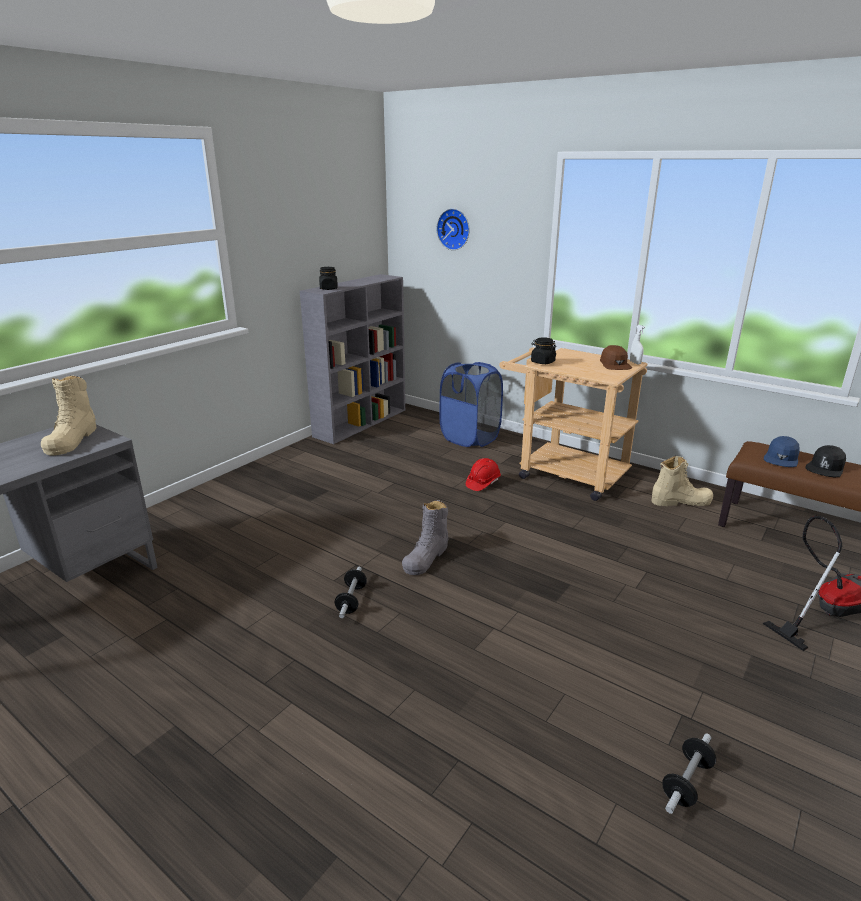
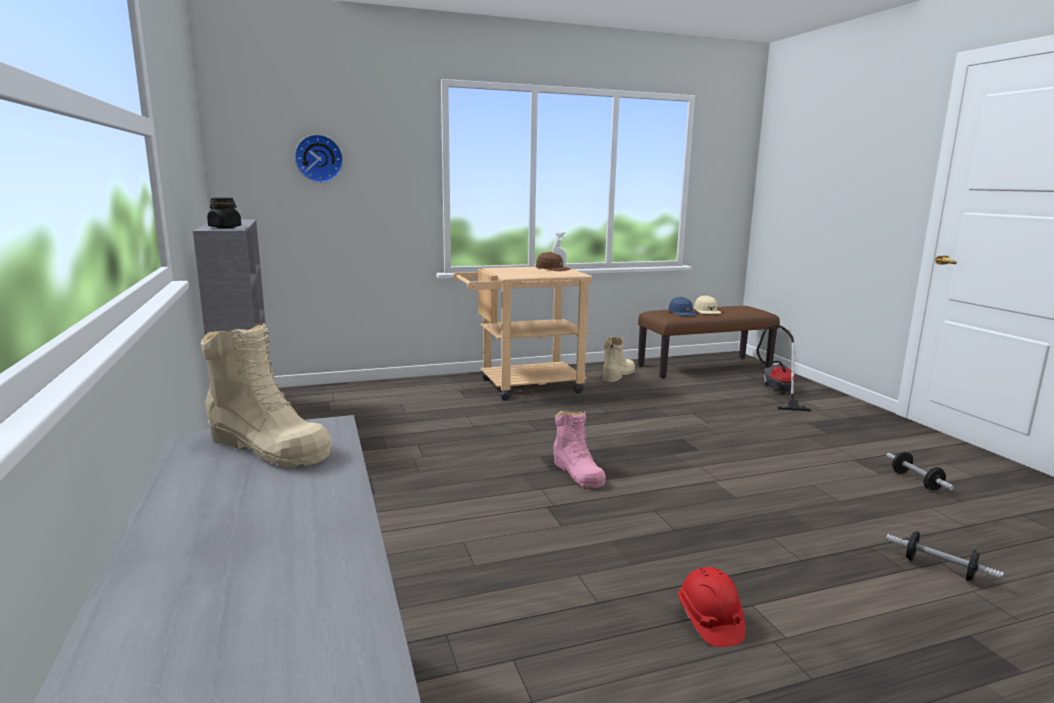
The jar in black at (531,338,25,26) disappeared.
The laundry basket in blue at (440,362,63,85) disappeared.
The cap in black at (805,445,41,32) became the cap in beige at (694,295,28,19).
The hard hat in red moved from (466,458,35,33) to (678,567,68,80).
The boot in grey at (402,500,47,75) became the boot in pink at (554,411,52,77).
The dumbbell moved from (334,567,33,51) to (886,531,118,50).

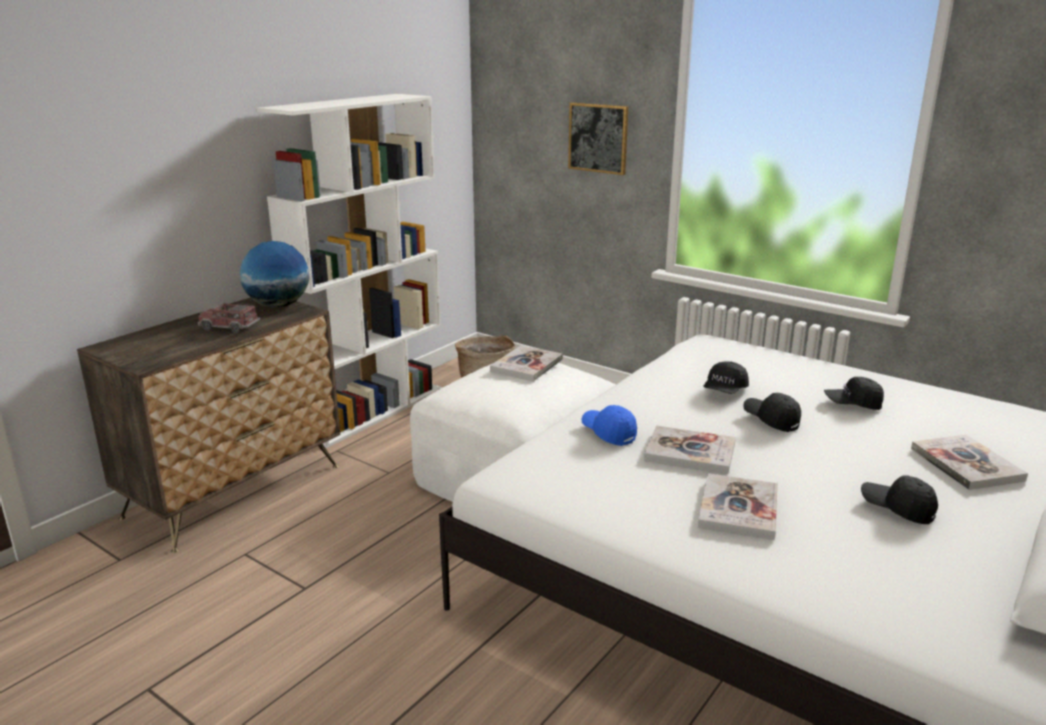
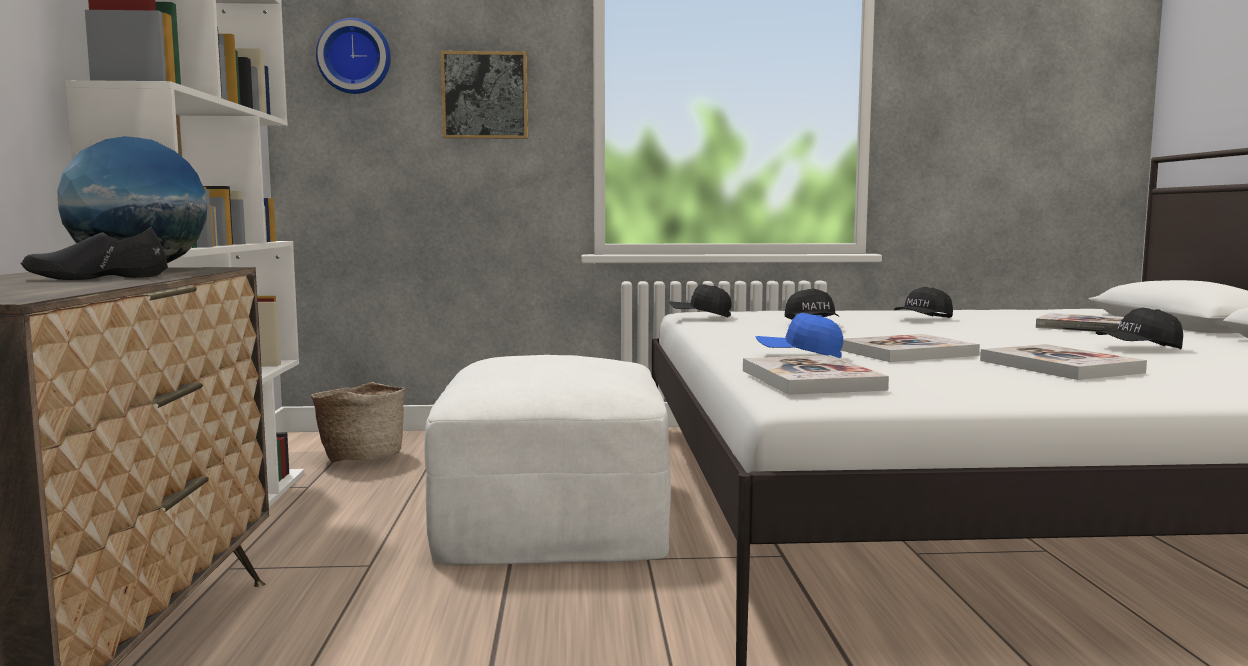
The toy truck at (198,302,62,31) was replaced by the shoe in black at (21,227,147,53).
The book moved from (490,345,73,36) to (743,355,146,40).
The cap in black moved from (743,393,58,39) to (669,284,63,33).
The wall clock at (316,18,75,76) appeared.

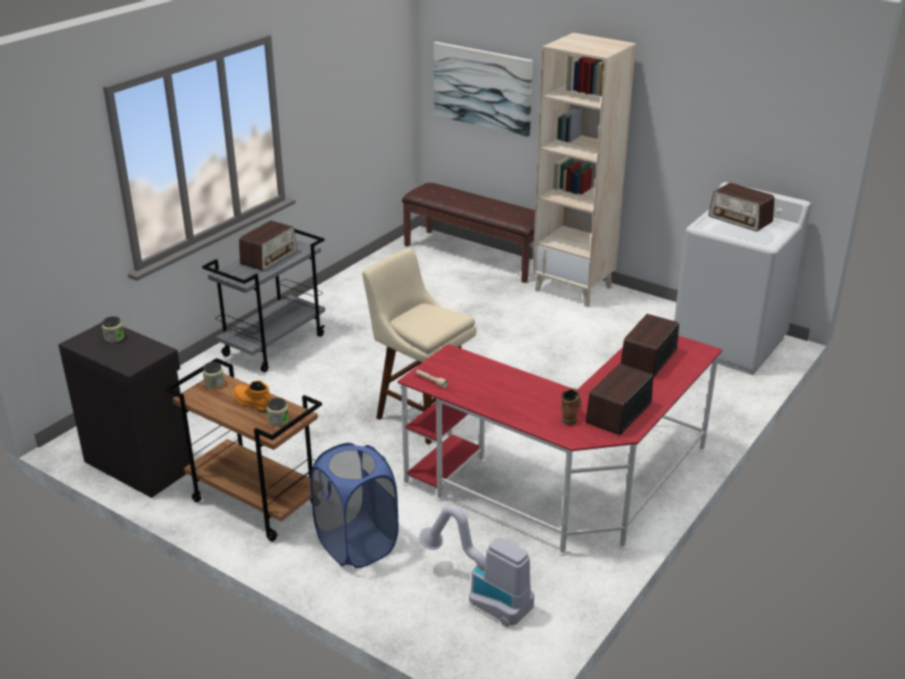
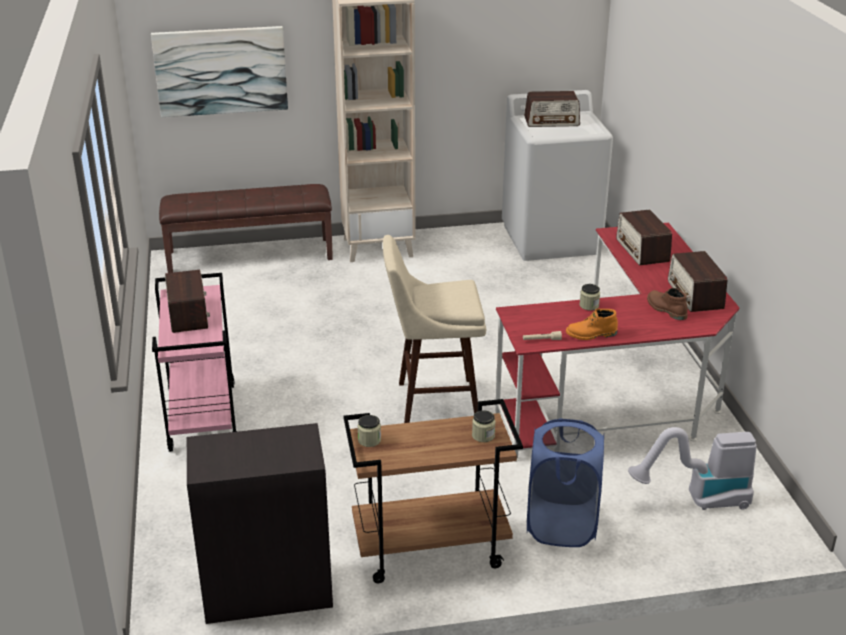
The cart in grey at (202,229,123,143) became the cart in pink at (152,273,85,179).
The jar moved from (102,316,22,27) to (579,284,21,26).
The boot in orange moved from (233,381,39,32) to (566,309,52,31).

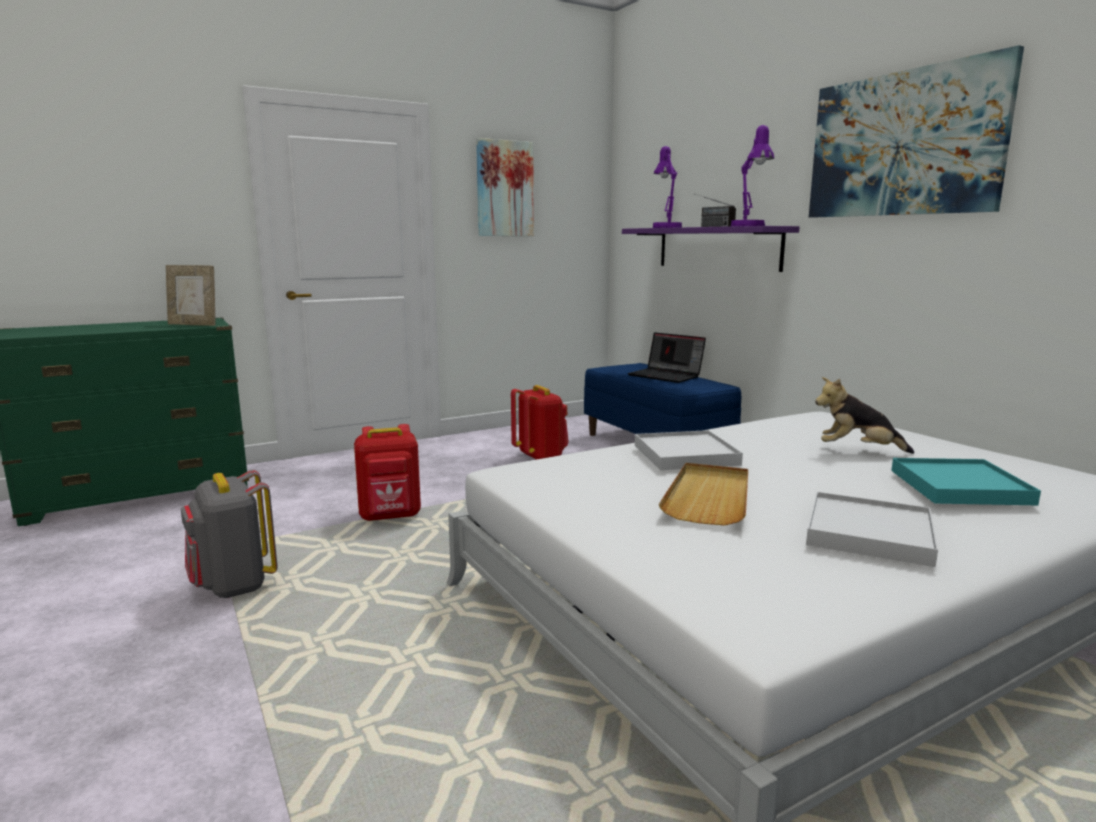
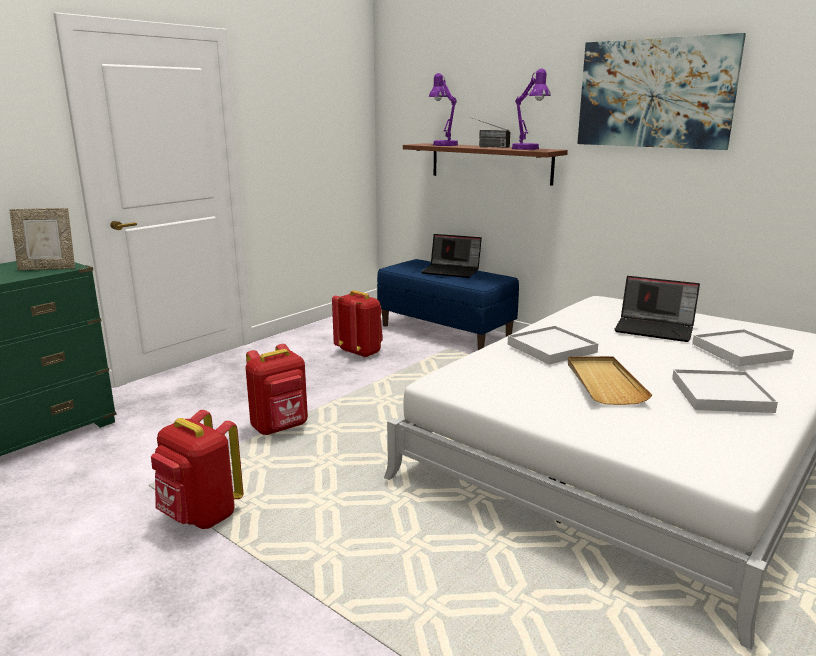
The picture at (476,138,58,98) disappeared.
The shelf in purple at (622,226,177,46) became the shelf in brown at (403,143,165,43).
The plush toy at (815,377,99,77) was replaced by the laptop at (614,276,86,66).
The tray in turquoise at (891,458,150,47) became the tray in white at (692,329,102,38).
The backpack in grey at (181,470,97,128) became the backpack in red at (151,410,92,119).

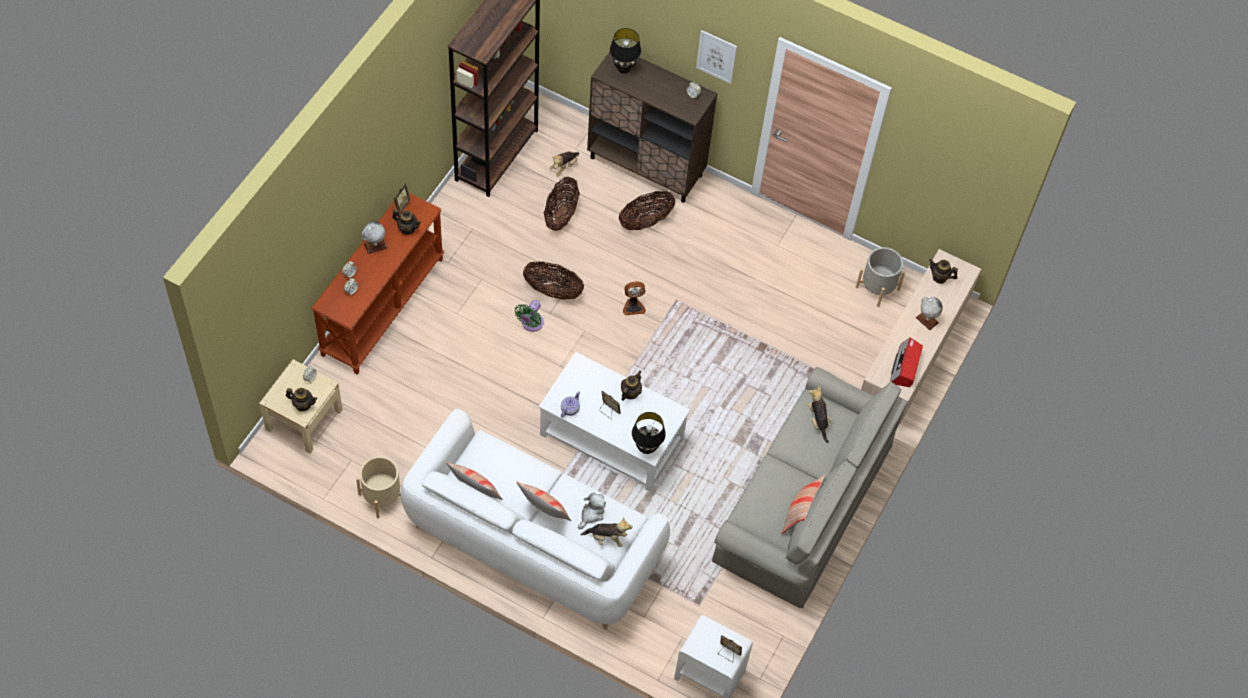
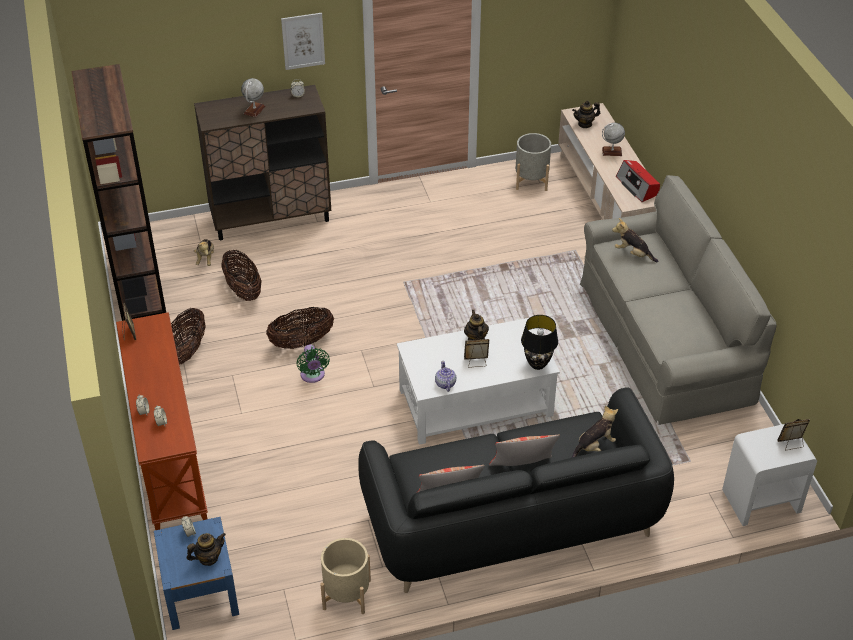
The table lamp in black at (610,28,31,45) disappeared.
The basket moved from (619,191,56,39) to (171,308,35,57).
The teapot at (392,209,29,25) disappeared.
The globe moved from (362,221,25,33) to (241,78,24,39).
The fan at (623,281,23,34) disappeared.
The nightstand in beige at (259,359,84,95) became the nightstand in blue at (154,517,85,113).
The sofa in white at (401,409,269,220) became the sofa in black at (358,387,316,206).
The pillow at (781,474,45,60) disappeared.
The plush toy at (578,492,28,37) disappeared.

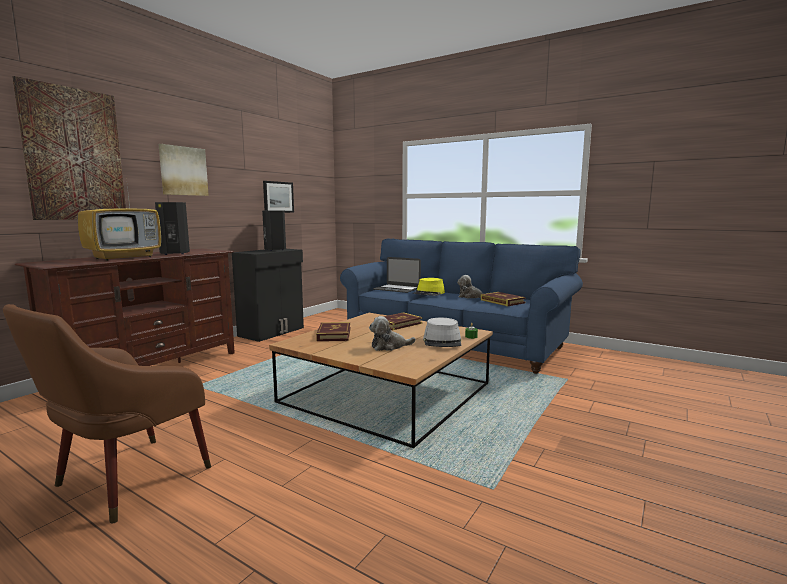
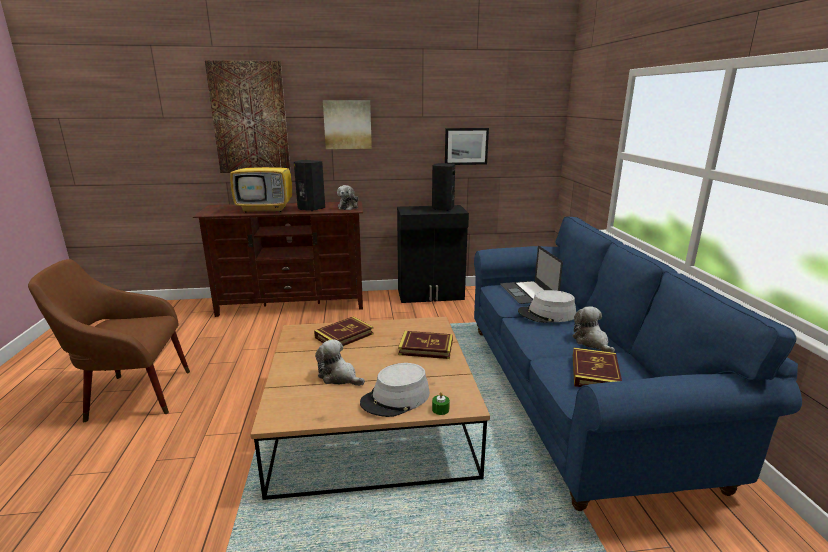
The hat in yellow at (413,278,32,18) became the hat in grey at (518,290,58,33).
The plush toy at (337,185,21,25) appeared.

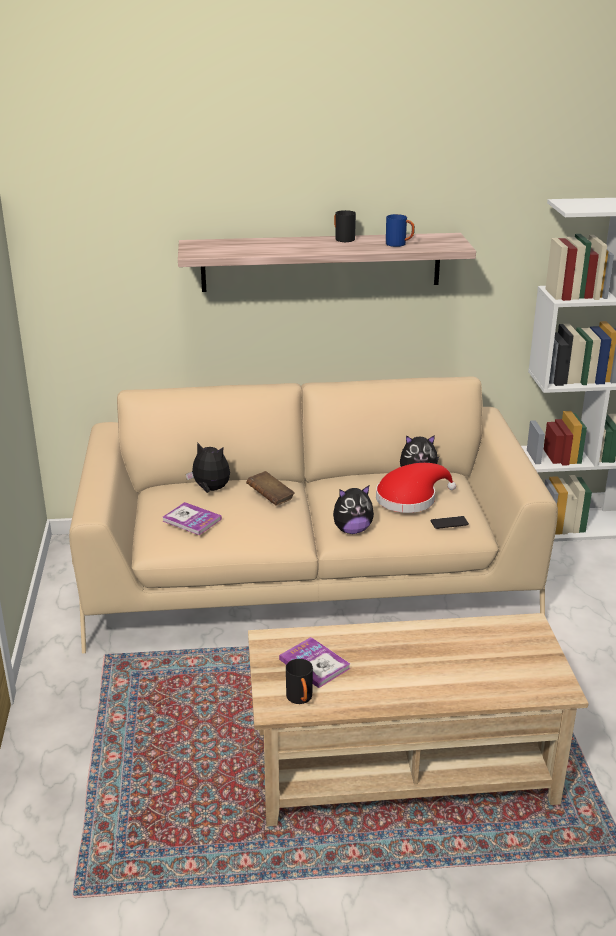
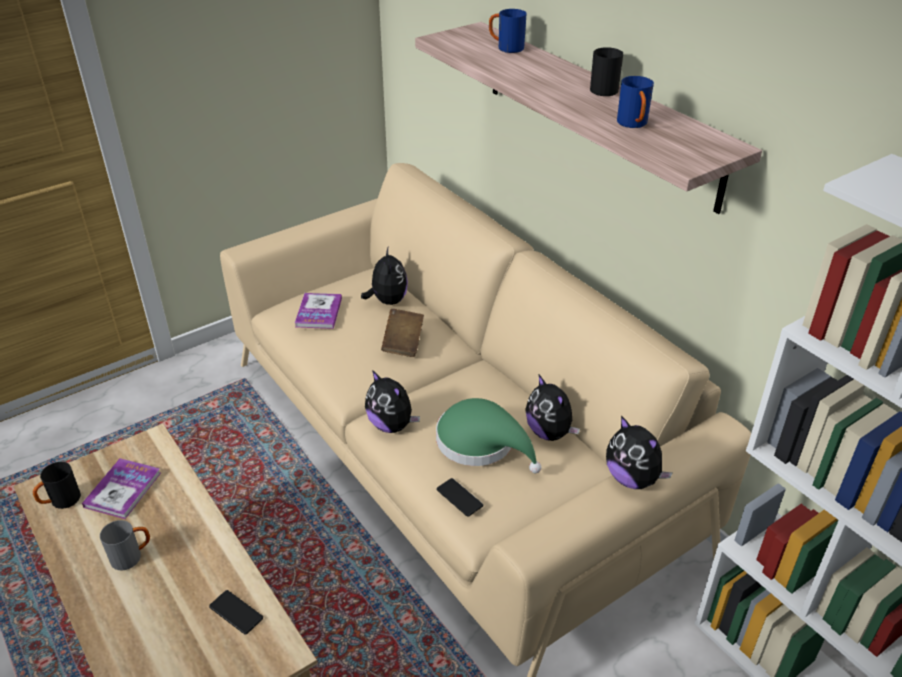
The hat in red at (376,463,80,50) became the hat in green at (436,398,105,75).
The mug in blue at (489,9,38,44) appeared.
The plush toy at (606,416,67,73) appeared.
The mug in grey at (100,520,50,50) appeared.
The phone at (209,590,54,45) appeared.

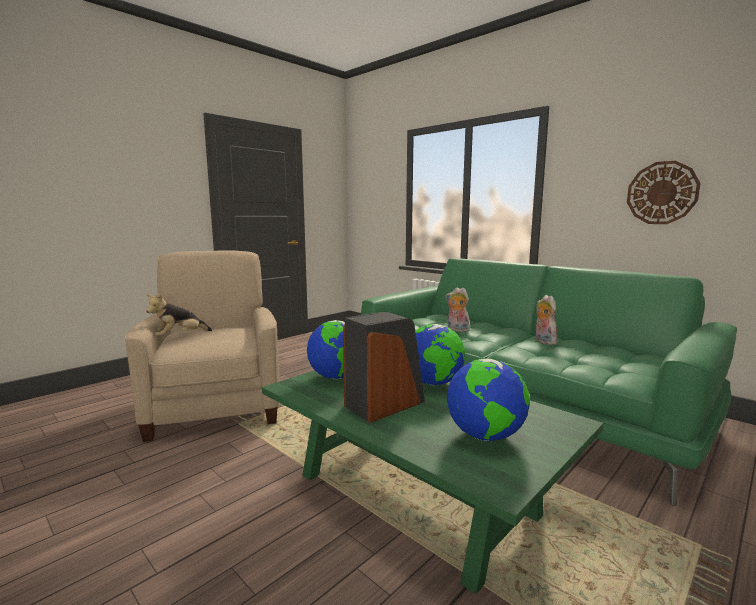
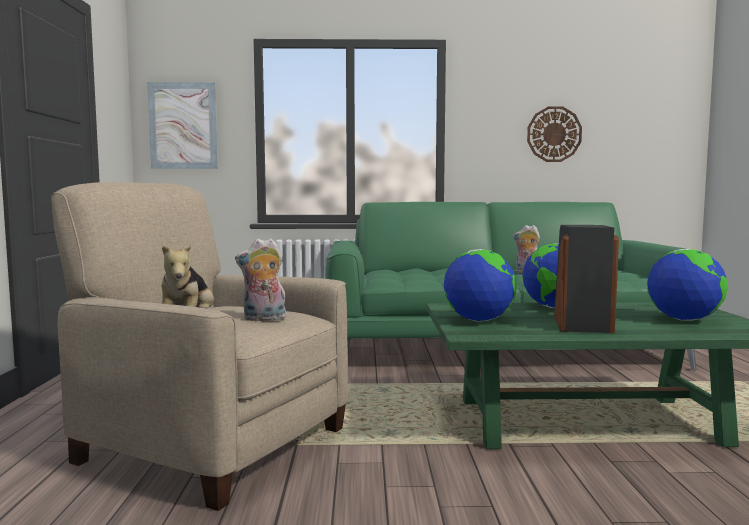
The plush toy moved from (445,287,26,45) to (235,238,51,83).
The picture at (147,82,71,87) appeared.

